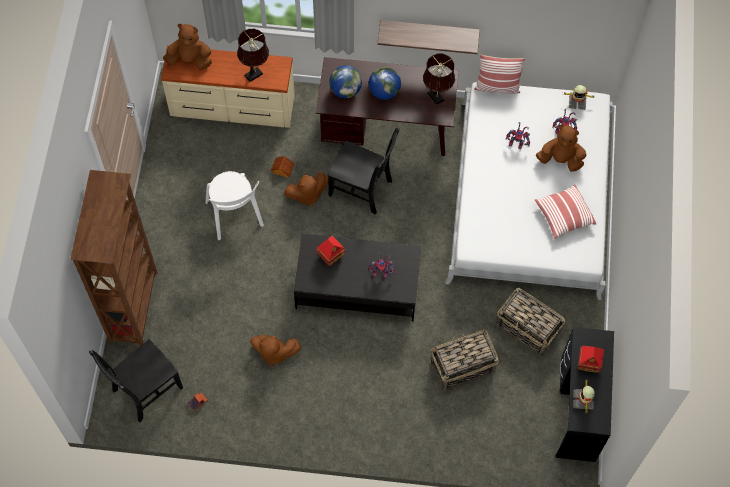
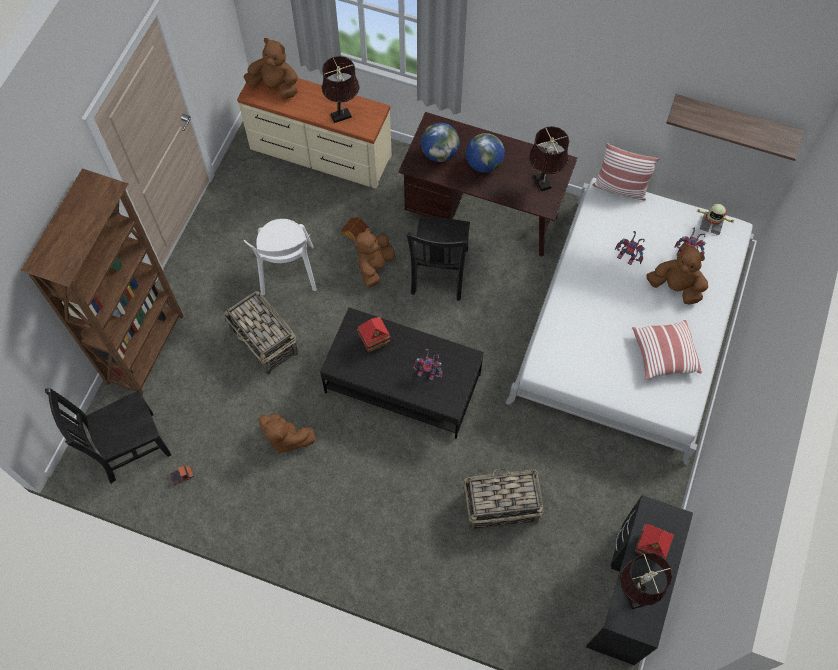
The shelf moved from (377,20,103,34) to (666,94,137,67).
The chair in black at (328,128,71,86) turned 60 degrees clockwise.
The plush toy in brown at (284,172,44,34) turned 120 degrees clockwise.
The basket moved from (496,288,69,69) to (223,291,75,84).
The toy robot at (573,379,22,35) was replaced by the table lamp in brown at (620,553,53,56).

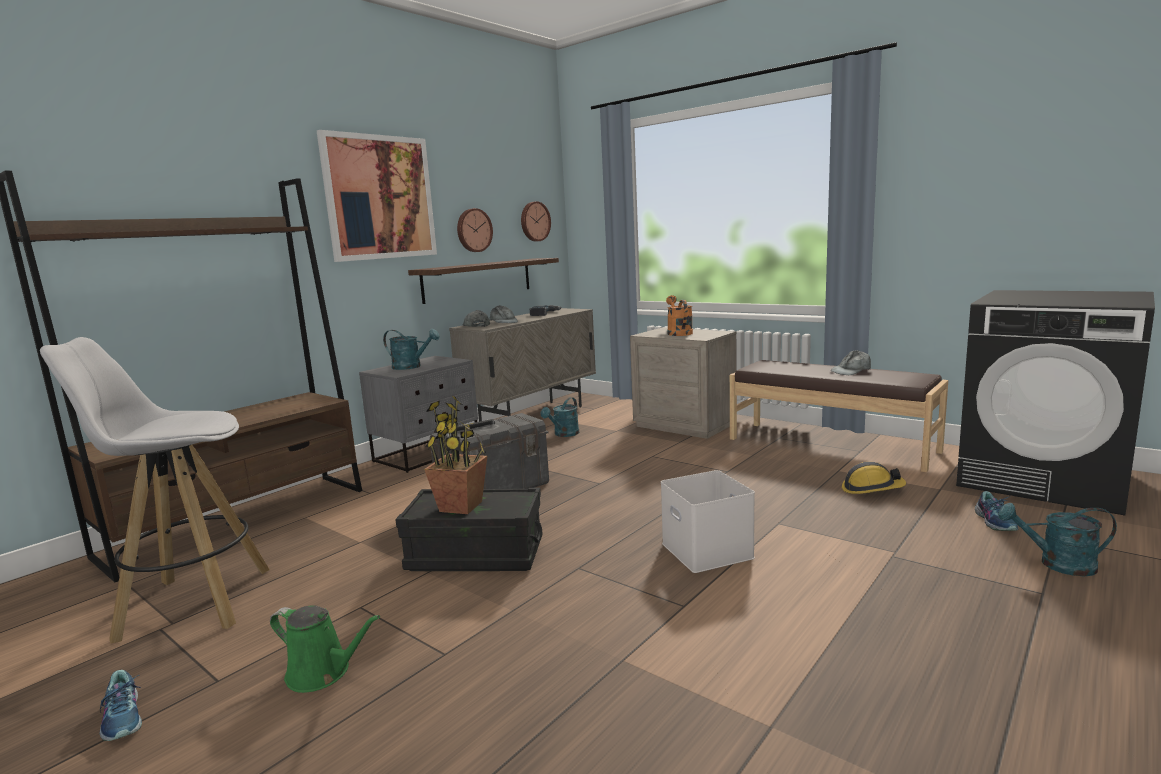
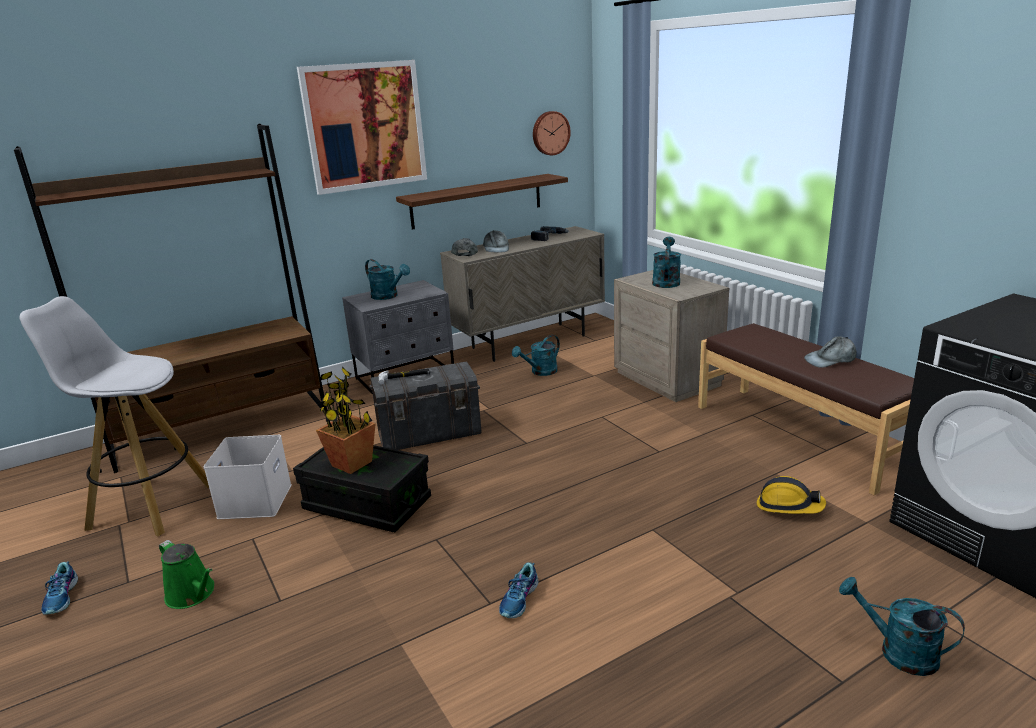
The wall clock at (457,208,36,44) disappeared.
The watering can in orange at (666,295,27,41) became the watering can in turquoise at (652,237,29,51).
The storage box in white moved from (661,470,94,103) to (203,435,89,84).
The shoe moved from (975,491,43,40) to (499,562,39,56).

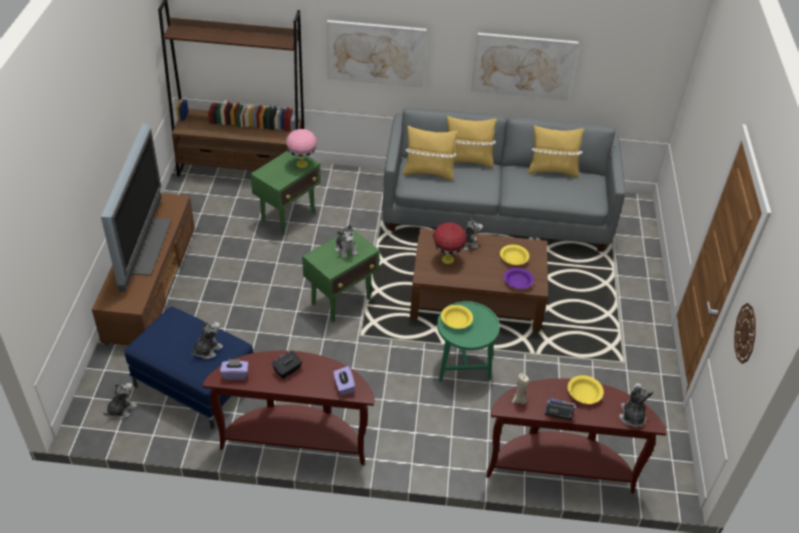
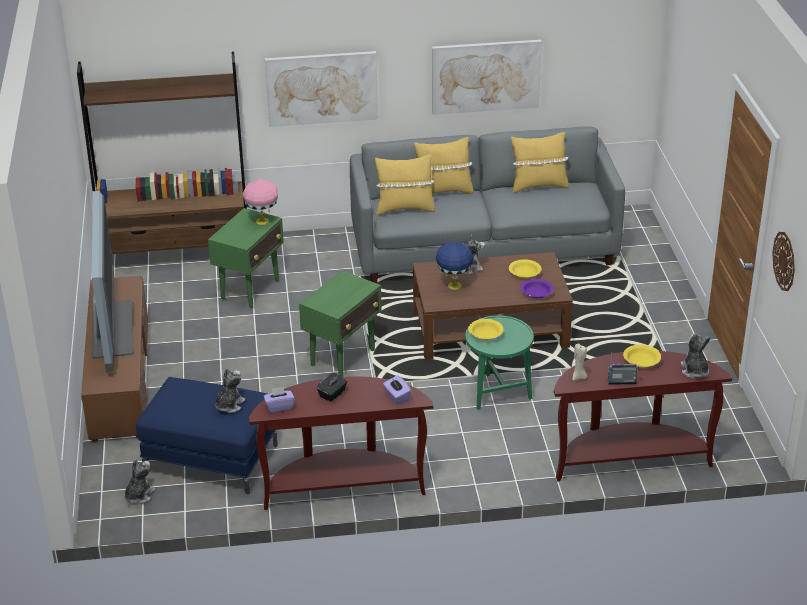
The table lamp in red at (433,223,33,41) became the table lamp in blue at (436,242,37,48).
The plush toy at (335,225,23,34) disappeared.

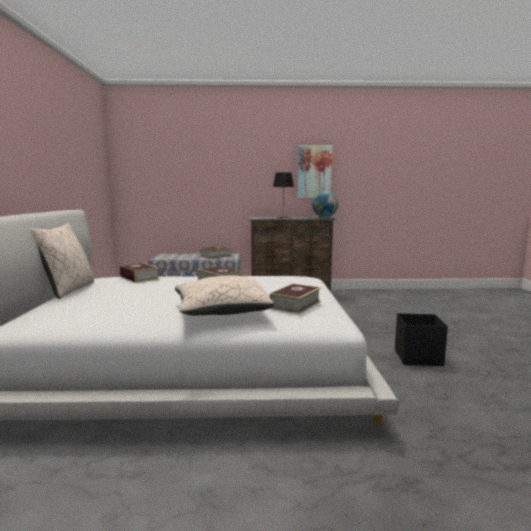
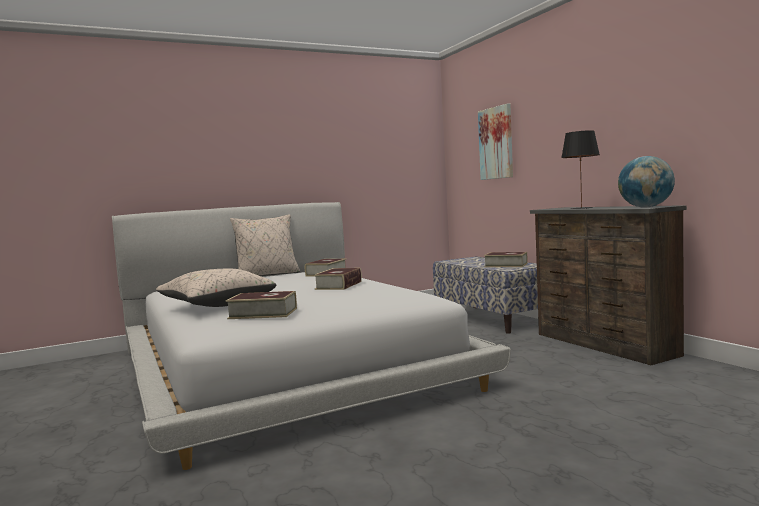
The picture moved from (297,145,36,53) to (478,104,35,76).
The storage box in black at (395,313,53,53) disappeared.

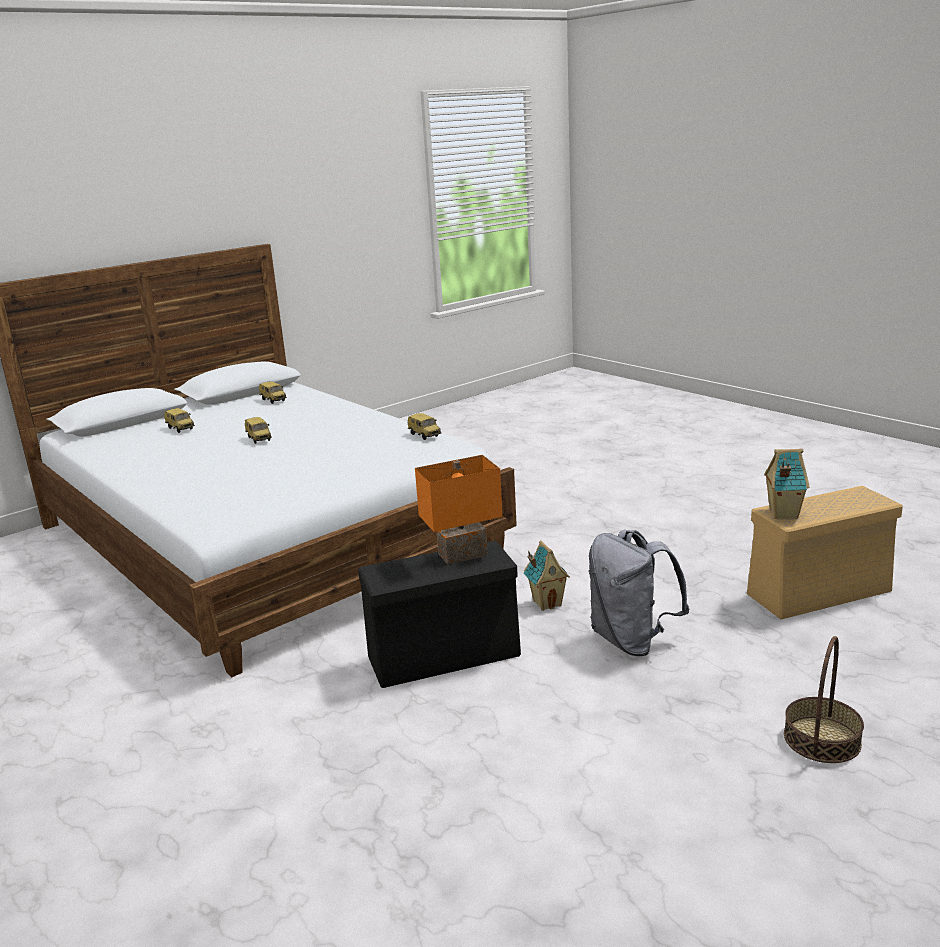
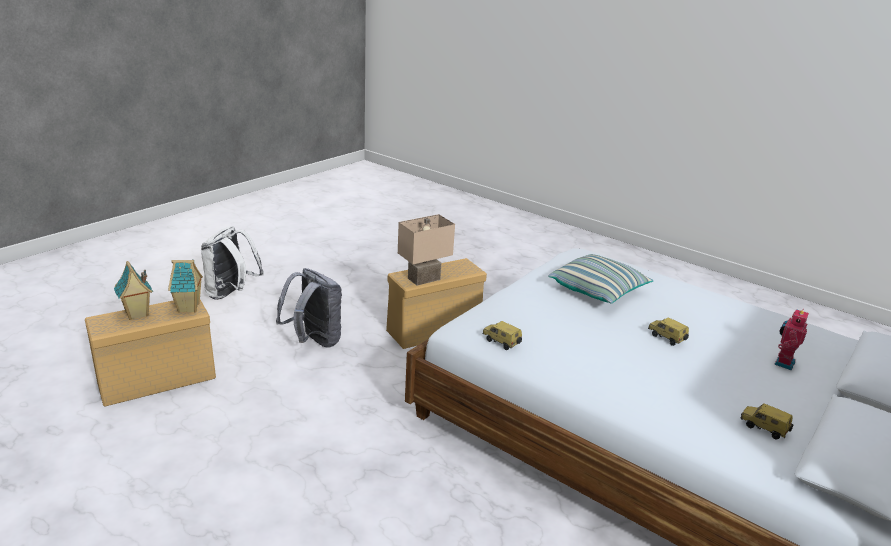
The toy car at (164,408,31,25) was replaced by the toy robot at (774,309,35,62).
The table lamp in orange at (415,455,88,110) became the table lamp in beige at (398,214,57,72).
The toy house moved from (523,540,47,71) to (114,261,39,59).
The storage box in black at (358,541,163,147) became the storage box in beige at (386,258,101,91).
The basket at (784,636,80,127) was replaced by the backpack in white at (201,226,63,74).
The pillow at (548,254,105,49) appeared.

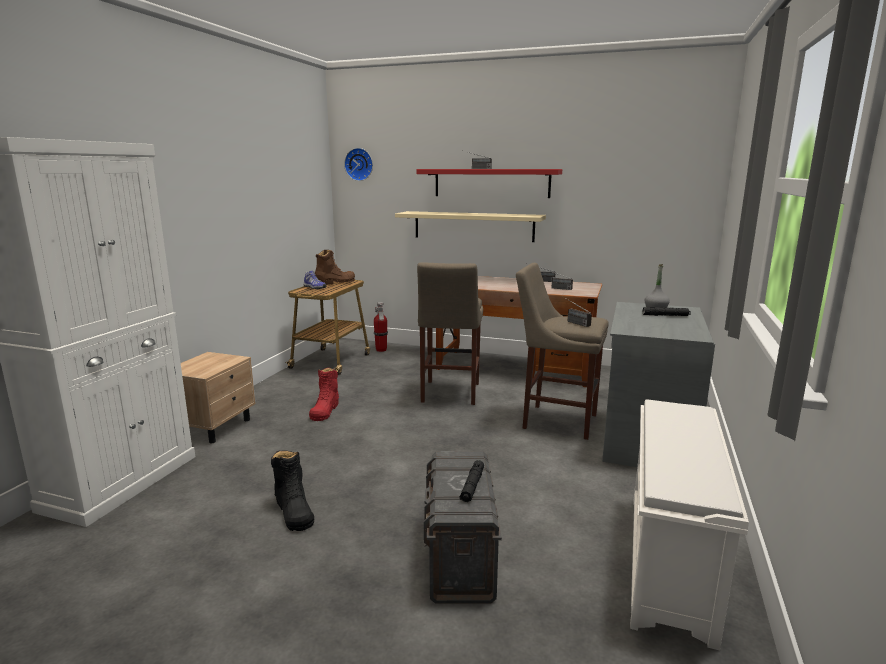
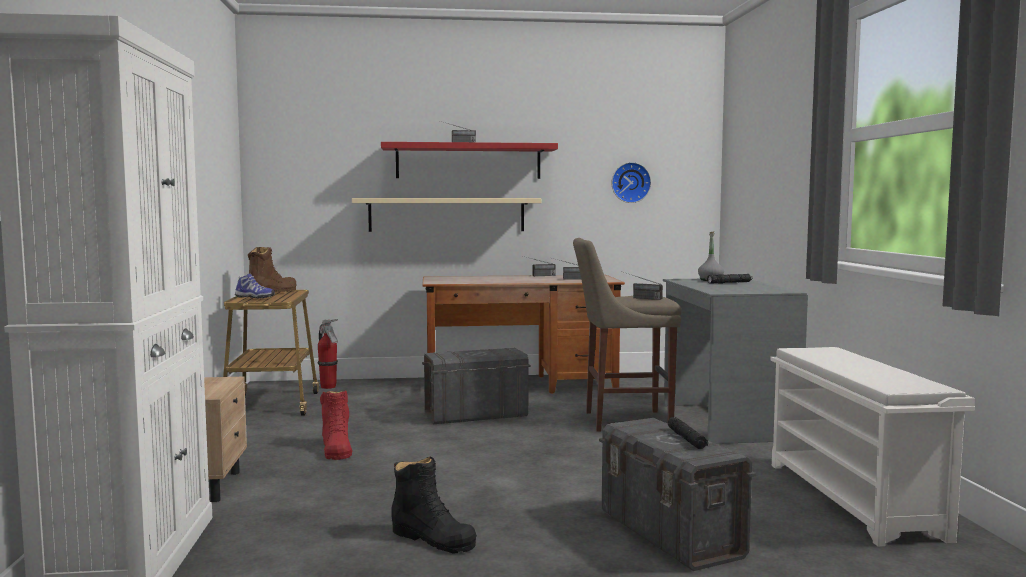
The wall clock moved from (344,148,29,33) to (612,162,39,41).
The stool in beige at (417,262,66,143) was replaced by the storage box in grey at (422,348,109,76).

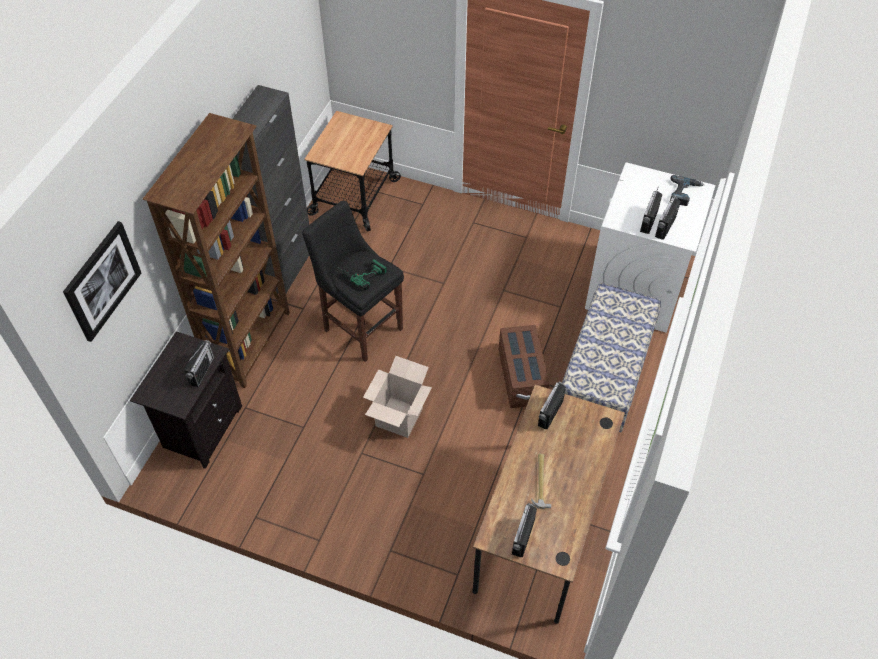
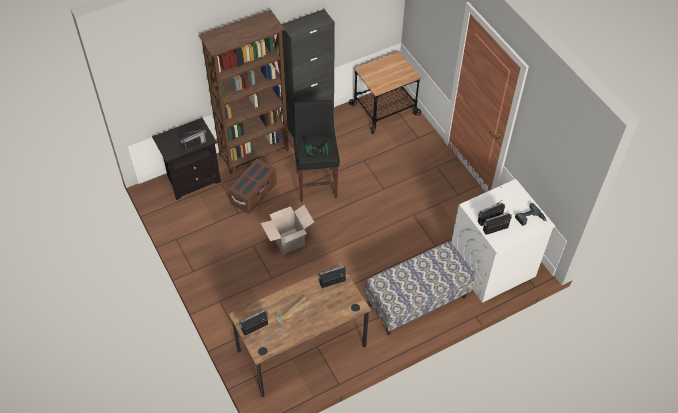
The picture at (63,221,78,121) disappeared.
The storage box in brown moved from (499,325,50,83) to (228,159,49,55).

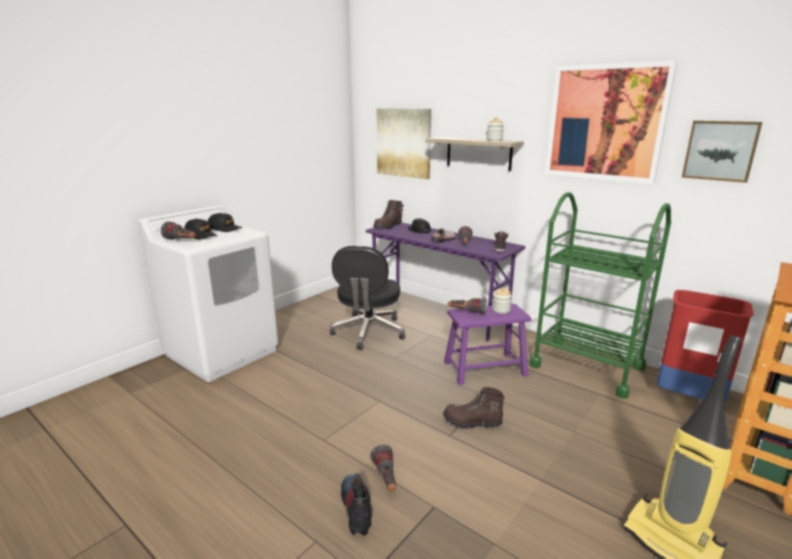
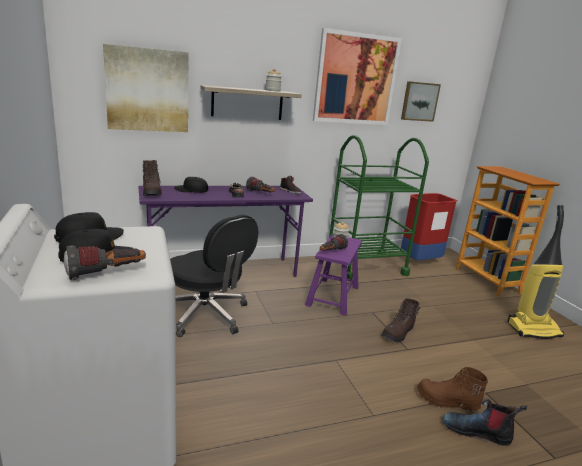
The flashlight at (370,445,26,47) was replaced by the boot in brown at (417,367,71,44).

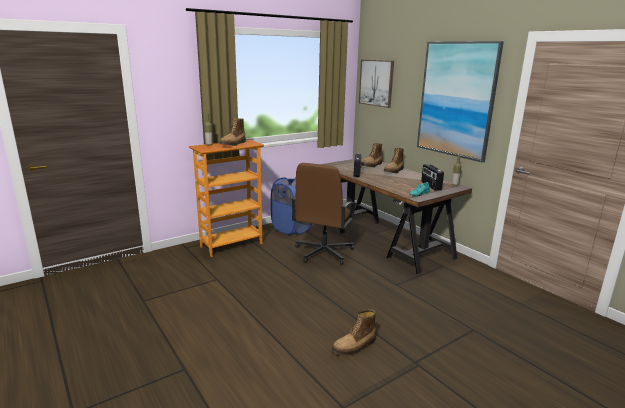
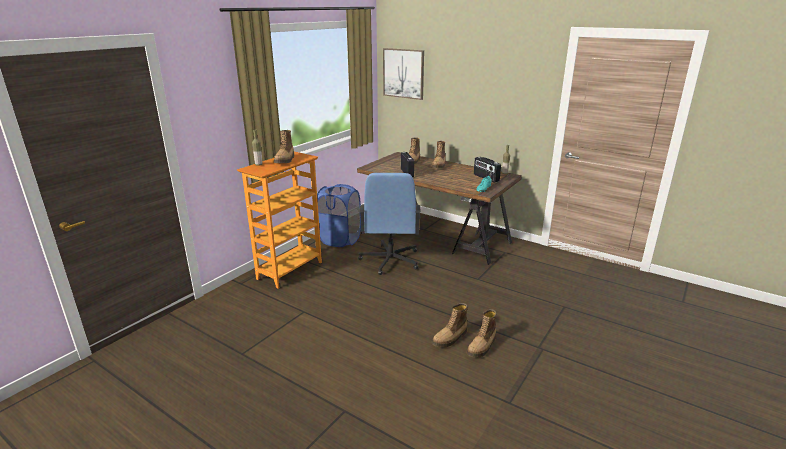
The picture at (417,41,87,122) disappeared.
The office chair in brown at (291,163,65,102) became the office chair in blue at (358,173,63,102).
The boot at (432,303,36,44) appeared.

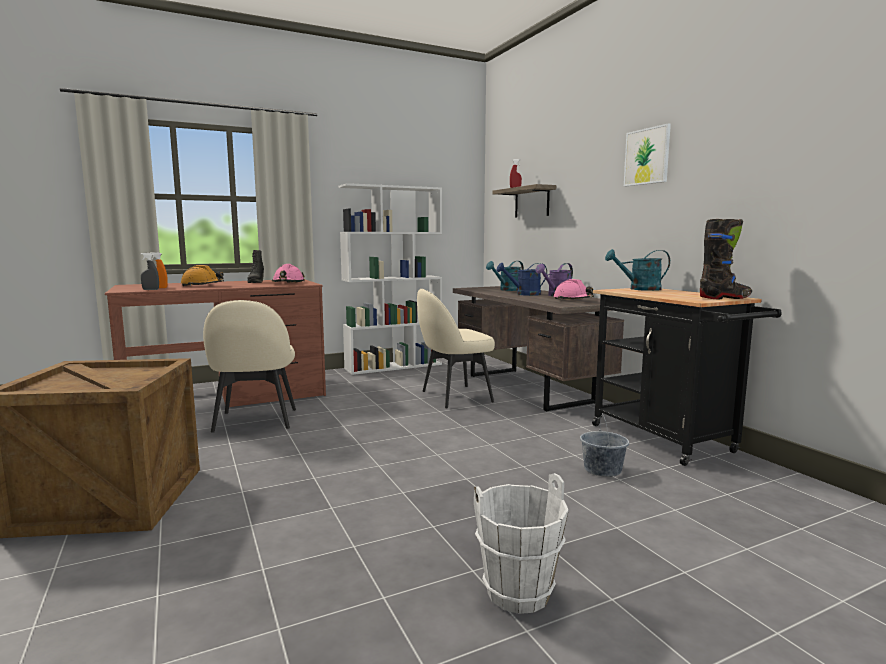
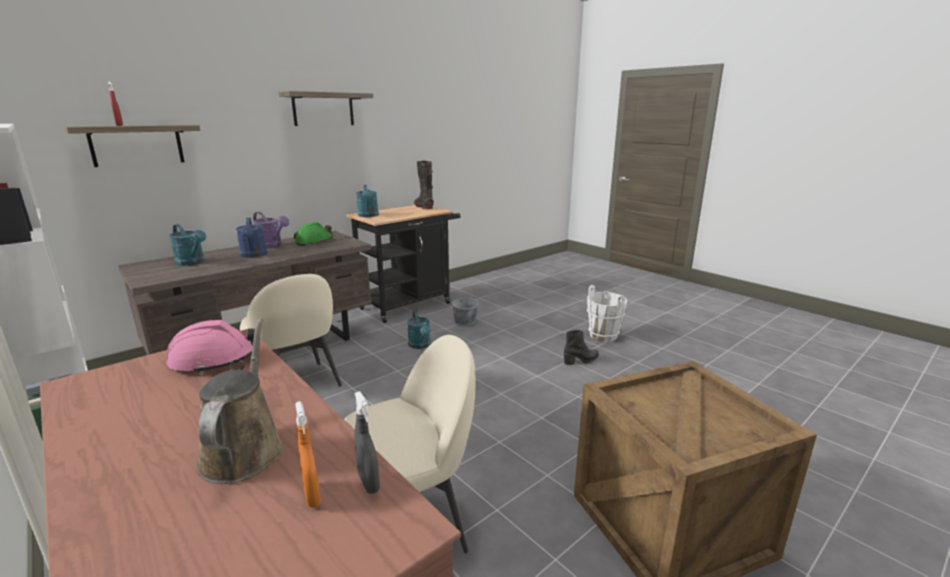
The picture at (624,124,47,62) was replaced by the shelf at (279,91,94,35).
The boot in black moved from (247,250,17,33) to (564,330,35,35).
The hard hat in orange at (181,265,43,21) was replaced by the watering can in brown at (196,318,88,166).
The hard hat in pink at (554,279,40,21) became the hard hat in green at (294,222,39,24).
The watering can in turquoise at (407,311,24,38) appeared.

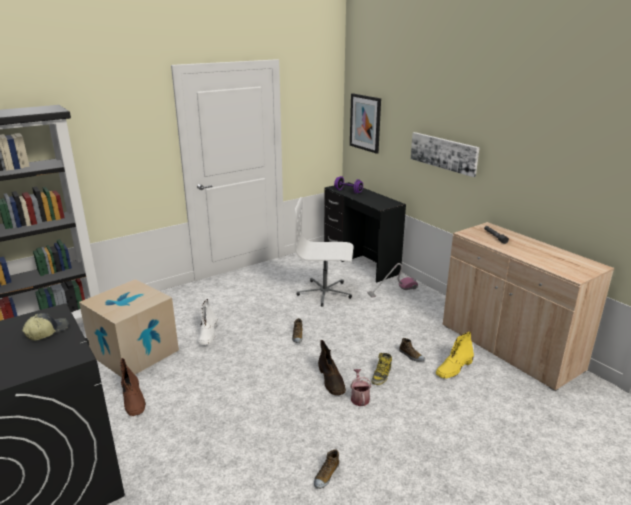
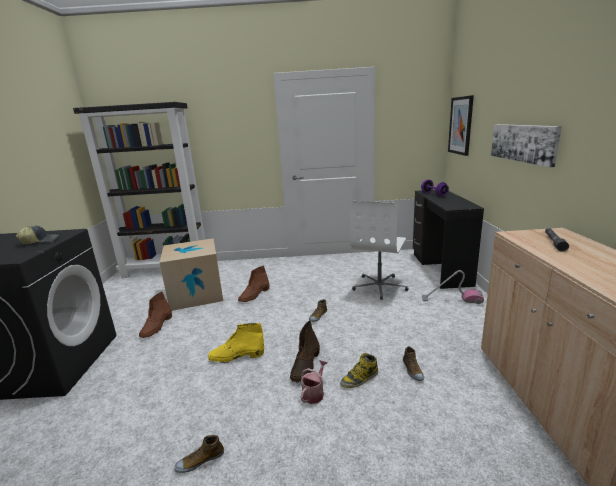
The office chair in white at (295,197,59,110) turned 105 degrees counterclockwise.
The boot in white at (198,299,19,46) became the boot in brown at (238,266,31,36).
The boot in yellow moved from (436,332,38,46) to (208,323,56,40).

